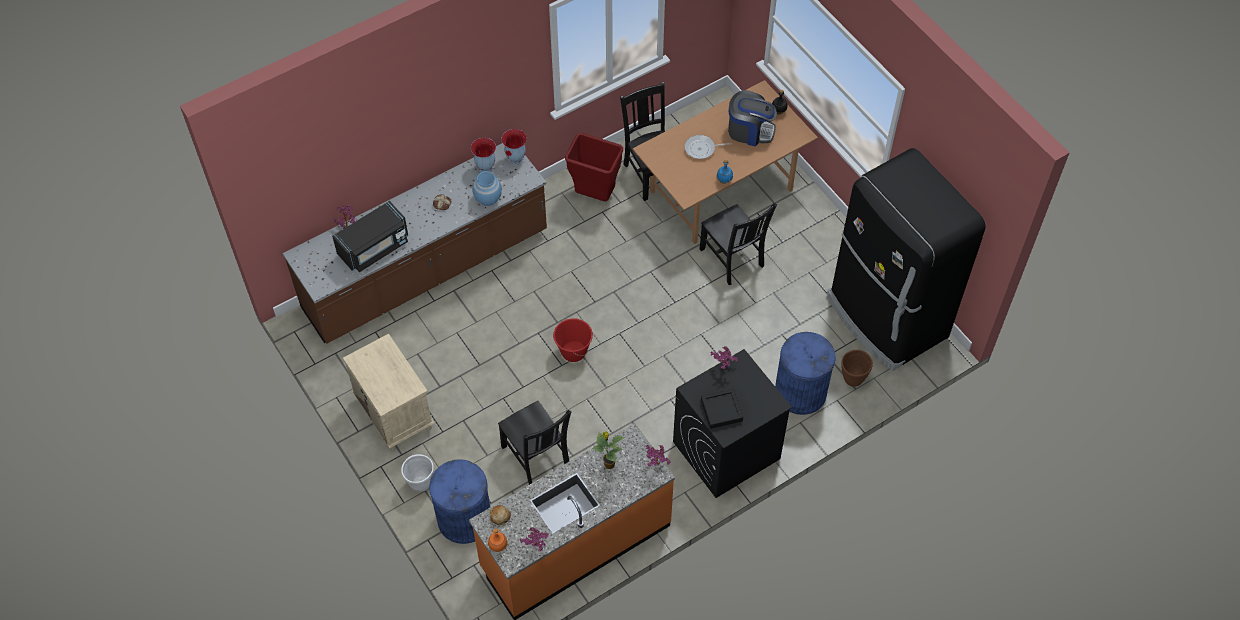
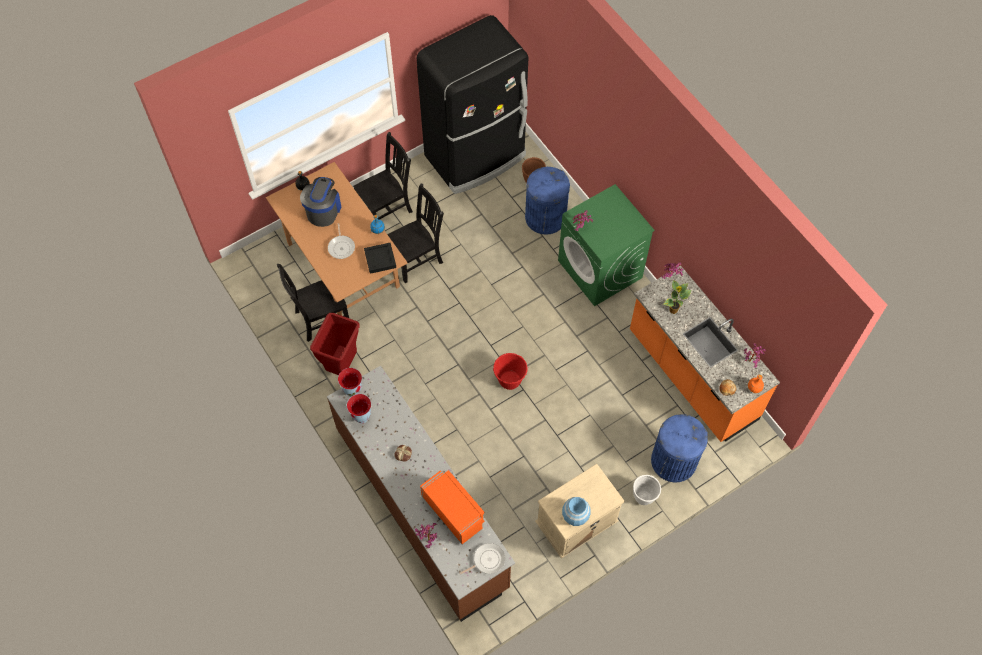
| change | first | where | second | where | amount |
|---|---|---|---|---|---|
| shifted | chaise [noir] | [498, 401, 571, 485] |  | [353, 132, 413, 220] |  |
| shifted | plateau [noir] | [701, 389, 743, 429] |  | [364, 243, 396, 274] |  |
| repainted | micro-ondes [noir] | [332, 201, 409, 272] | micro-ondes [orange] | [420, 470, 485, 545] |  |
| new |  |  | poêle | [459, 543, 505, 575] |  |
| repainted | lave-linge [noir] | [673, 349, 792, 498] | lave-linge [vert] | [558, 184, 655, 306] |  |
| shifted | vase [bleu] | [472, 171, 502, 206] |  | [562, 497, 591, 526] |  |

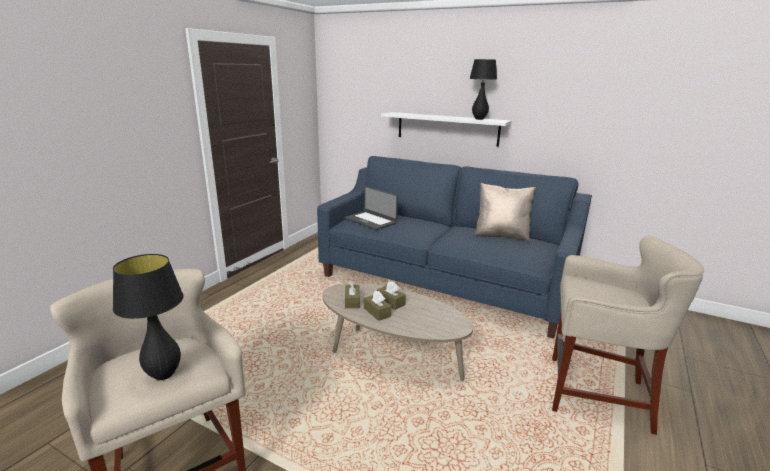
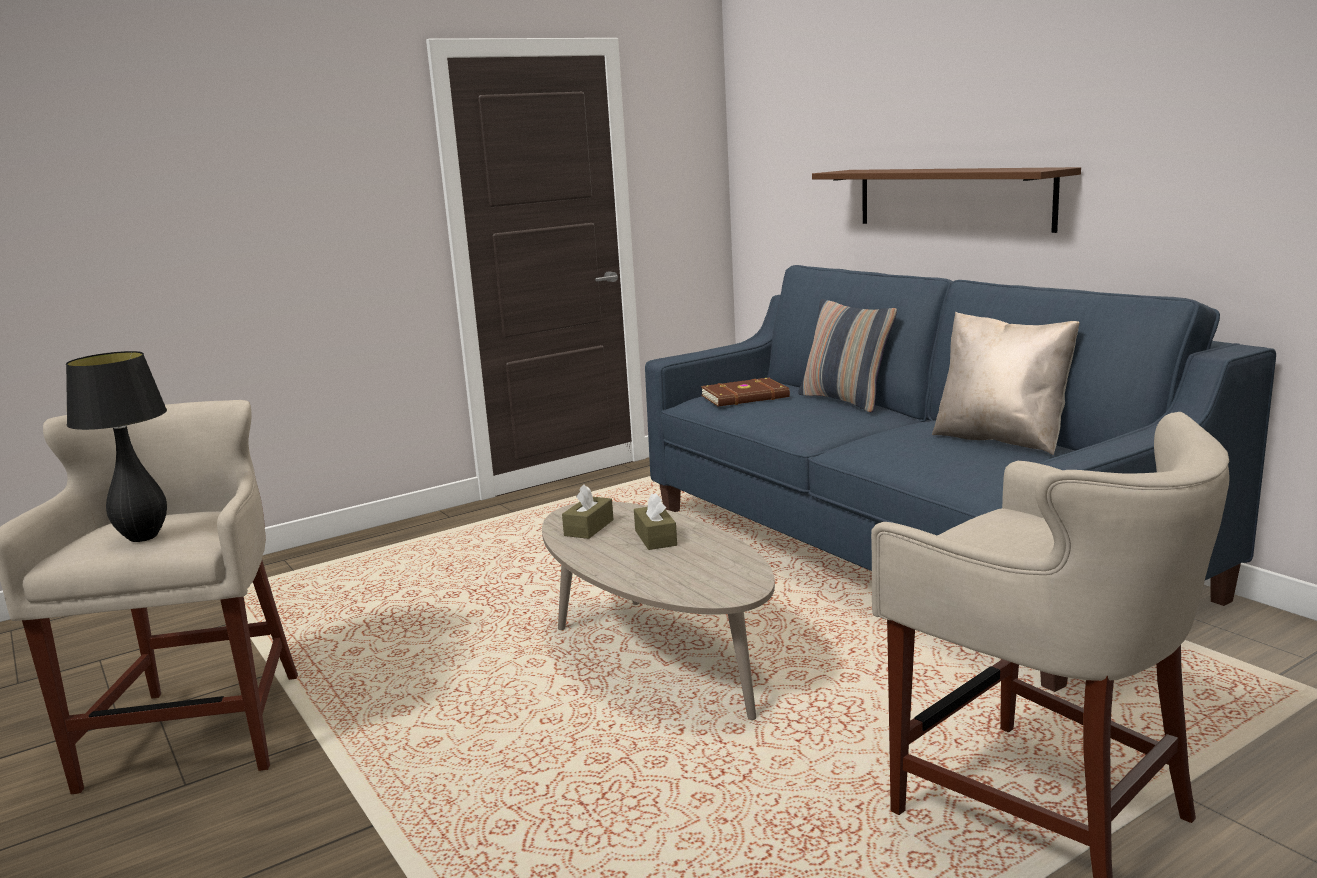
| change | first | where | second | where | amount |
|---|---|---|---|---|---|
| swapped | ordinateur portable | [345, 186, 398, 230] | livre [marron] | [701, 378, 790, 407] |  |
| new |  |  | coussin | [798, 299, 897, 412] |  |
| repainted | étagère [blanc] | [381, 112, 512, 147] | étagère [marron] | [812, 167, 1081, 233] |  |
| gone | boîte à mouchoirs [marron] | [364, 291, 391, 321] |  |  |  |
| gone | lampe de table [noir] | [470, 59, 497, 120] |  |  |  |

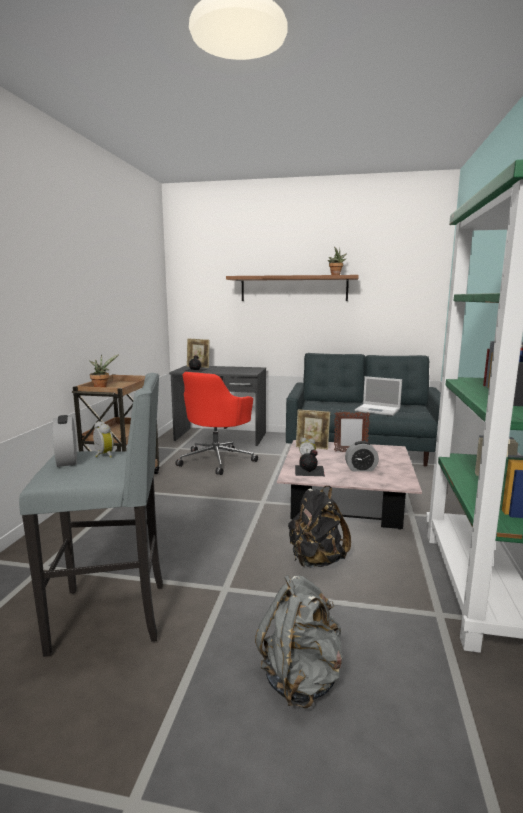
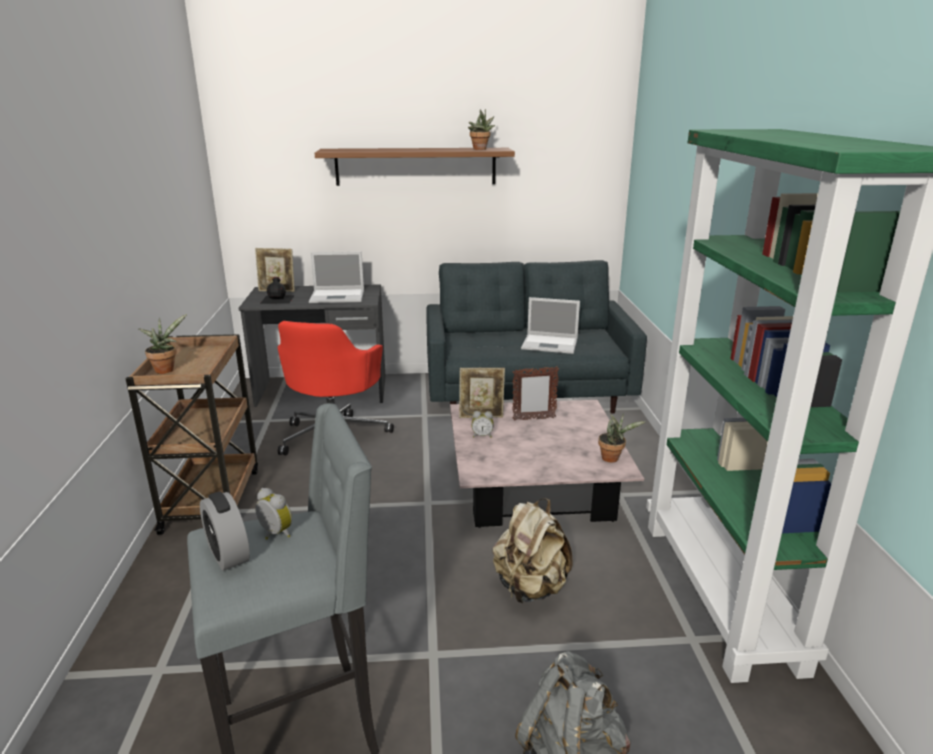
| change | first | where | second | where | amount |
|---|---|---|---|---|---|
| new |  |  | ordinateur portable | [309, 251, 364, 303] |  |
| repainted | sac à dos [noir] | [288, 486, 351, 568] | sac à dos [beige] | [492, 498, 572, 604] |  |
| new |  |  | plante en pot | [598, 413, 646, 463] |  |
| gone | bouteille [noir] | [295, 449, 325, 476] |  |  |  |
| gone | réveil | [345, 441, 379, 471] |  |  |  |

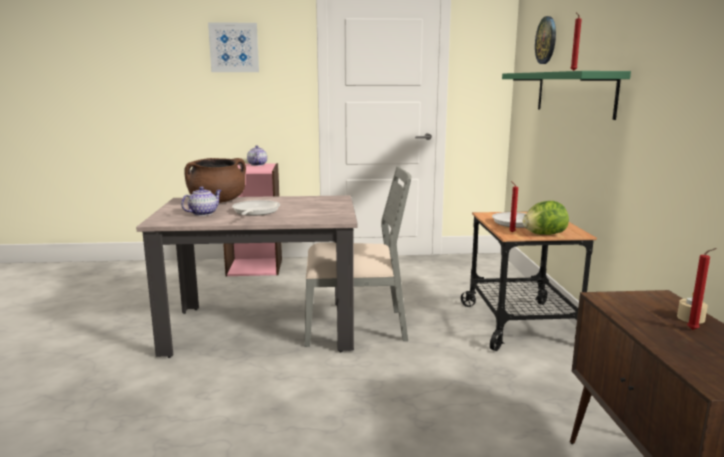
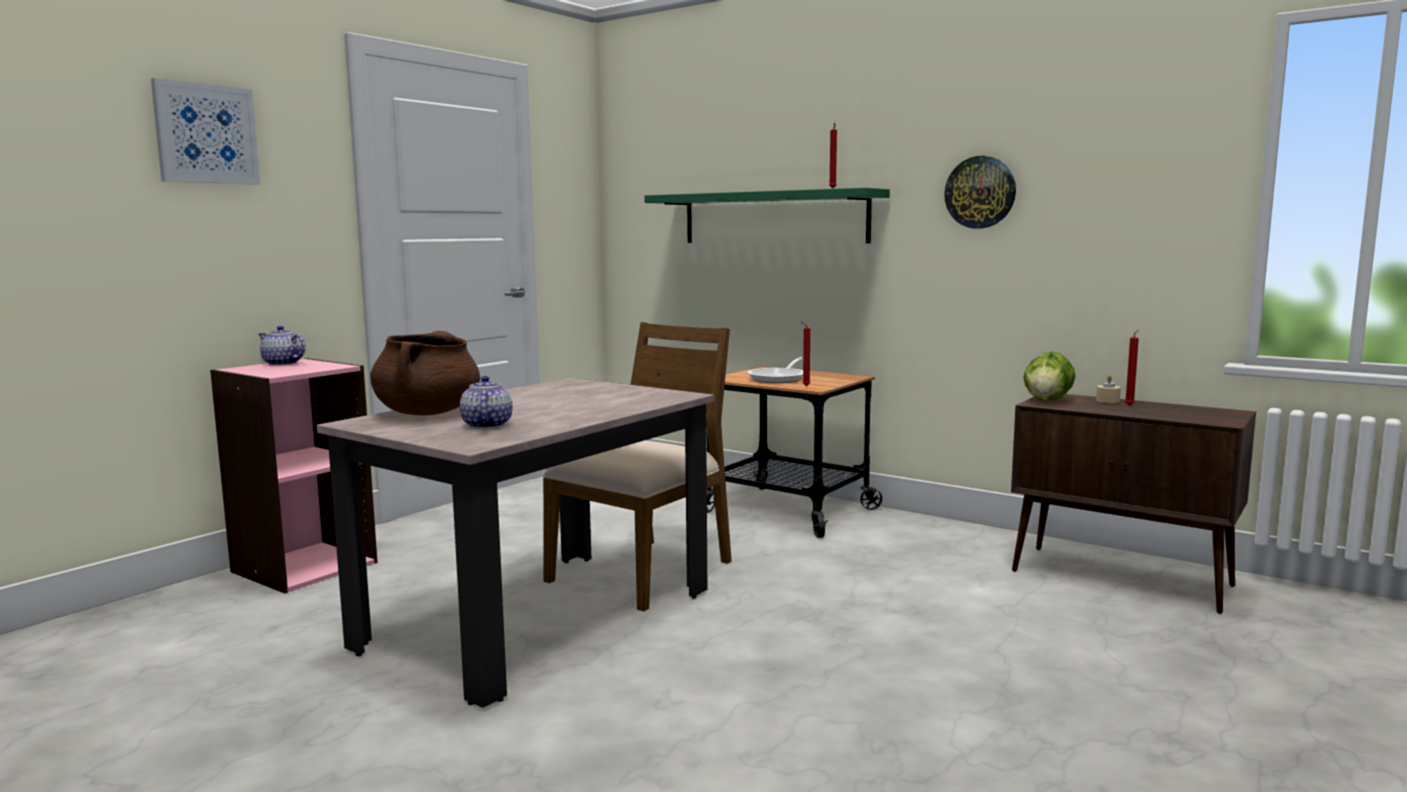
| change | first | where | second | where | amount |
|---|---|---|---|---|---|
| repainted | chaise [gris] | [305, 166, 412, 347] | chaise [marron] | [543, 322, 732, 611] |  |
| shifted | horloge murale | [535, 16, 556, 64] |  | [944, 156, 1016, 229] |  |
| shifted | laitue | [522, 201, 569, 235] |  | [1023, 351, 1076, 401] |  |
| gone | poêle | [232, 200, 280, 216] |  |  |  |

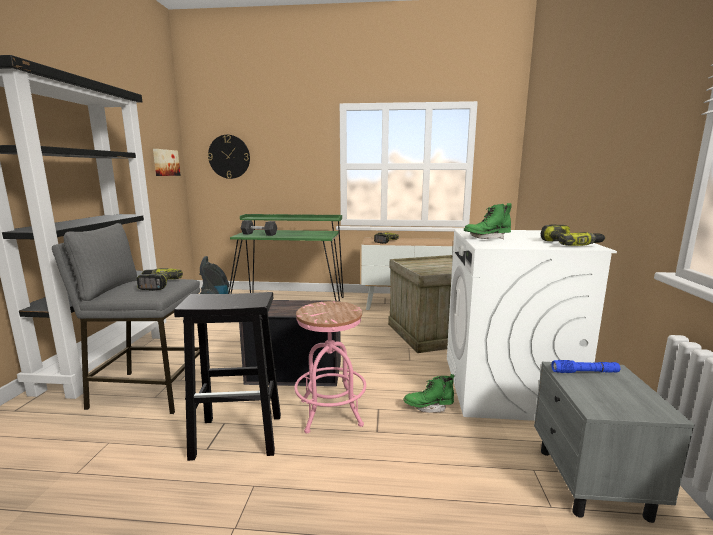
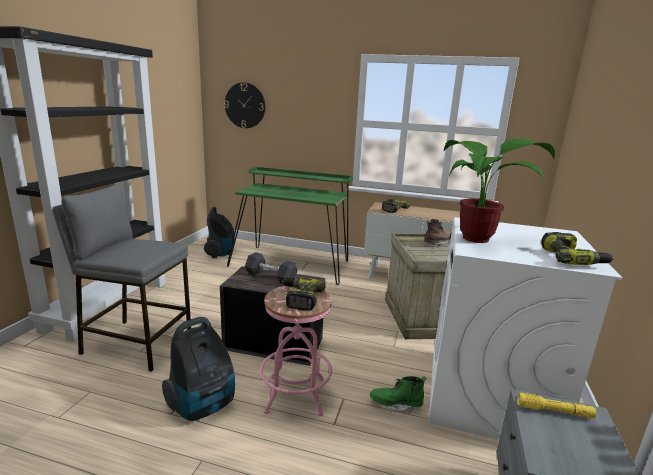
| change | first | where | second | where | amount |
|---|---|---|---|---|---|
| swapped | tabouret [noir] | [174, 292, 281, 461] | aspirateur | [162, 317, 235, 421] |  |
| shifted | haltère [gris] | [241, 220, 277, 236] |  | [245, 252, 297, 284] |  |
| shifted | perceuse | [137, 268, 183, 291] |  | [282, 278, 326, 311] |  |
| new |  |  | botte [marron] | [424, 219, 452, 248] |  |
| swapped | botte [vert] | [464, 203, 512, 239] | plante en pot | [444, 139, 555, 243] |  |
| repainted | lampe de poche [bleu] | [551, 360, 620, 373] | lampe de poche [jaune] | [517, 393, 596, 418] |  |
| gone | tableau | [153, 149, 181, 176] |  |  |  |

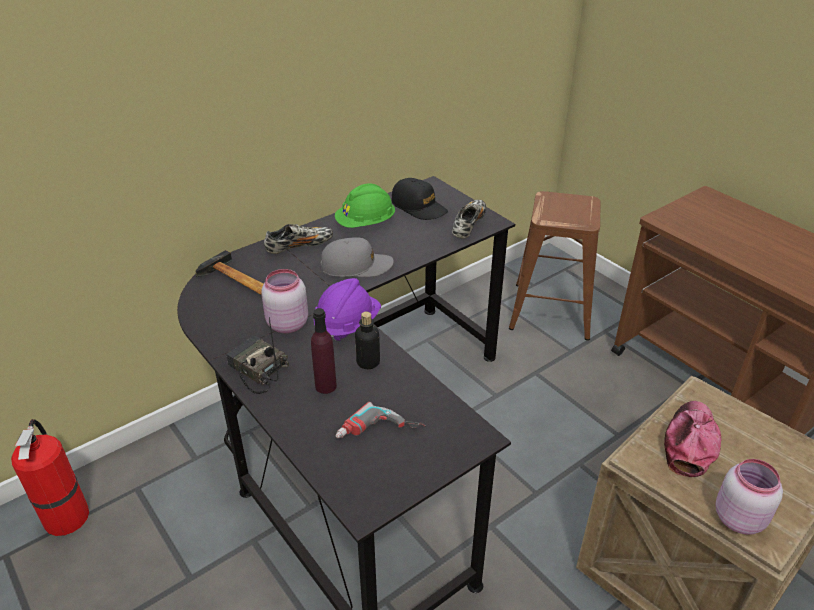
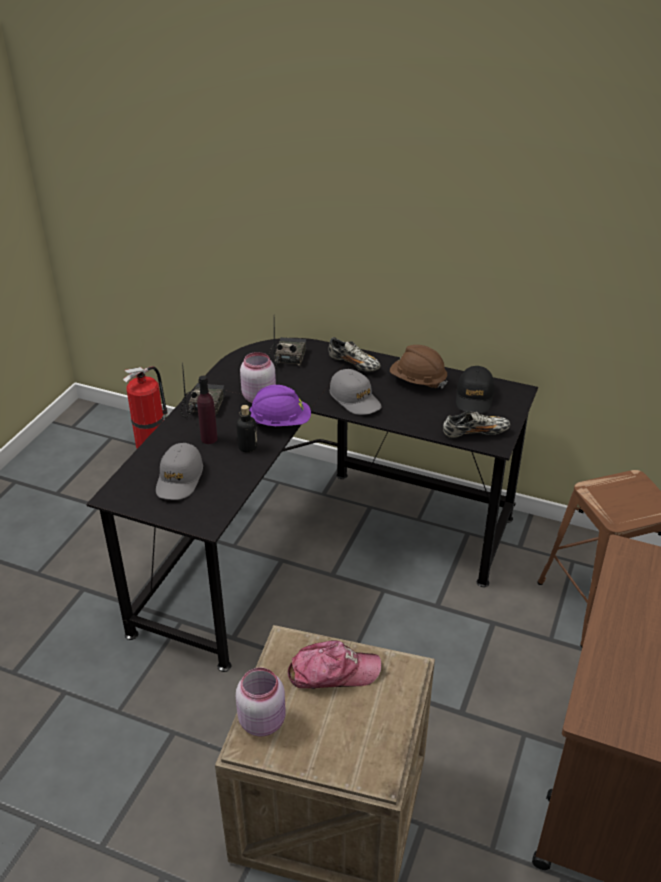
| change | first | where | second | where | amount |
|---|---|---|---|---|---|
| swapped | perceuse | [335, 402, 426, 438] | casquette [gris] | [156, 443, 203, 500] |  |
| swapped | marteau | [195, 250, 264, 295] | radio | [268, 321, 307, 366] |  |
| repainted | casque de chantier [vert] | [335, 183, 395, 228] | casque de chantier [marron] | [390, 345, 448, 388] |  |

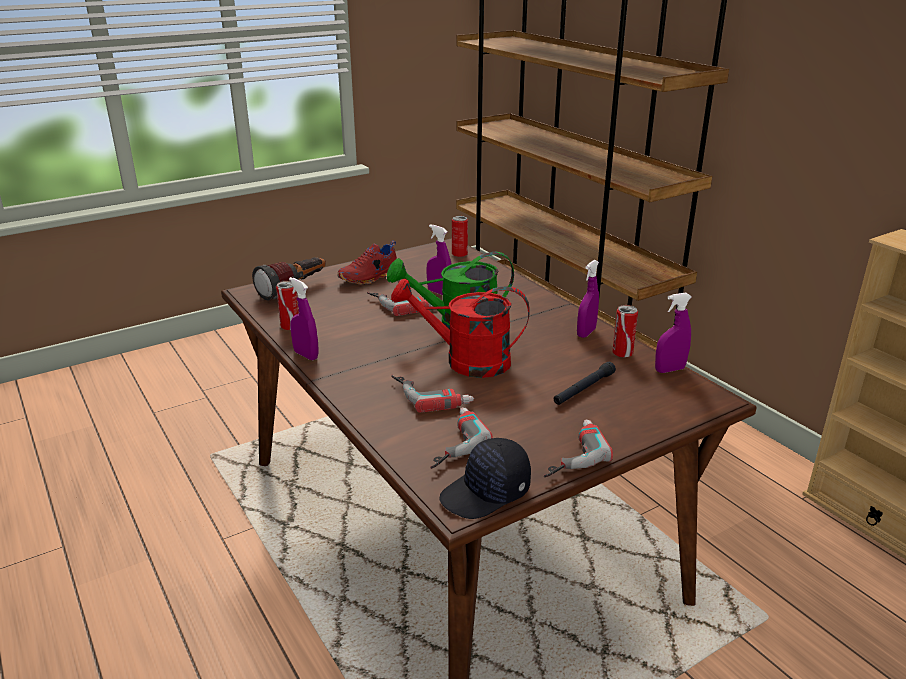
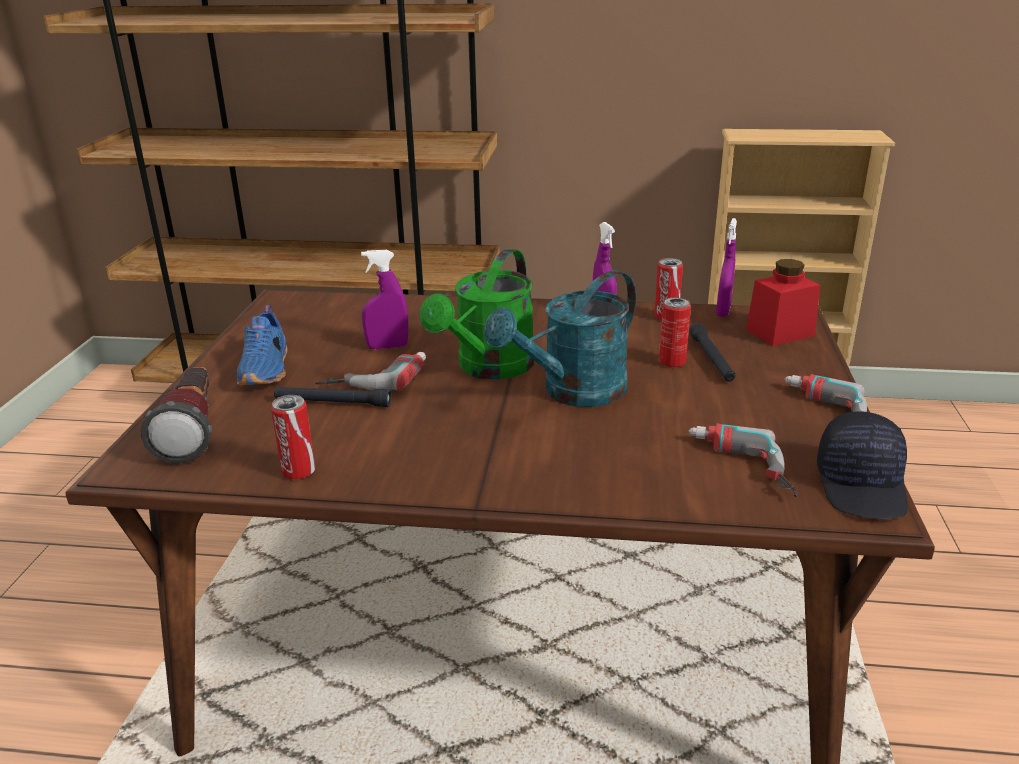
| change | first | where | second | where | amount |
|---|---|---|---|---|---|
| repainted | chaussure [rouge] | [338, 241, 397, 285] | chaussure [bleu] | [237, 305, 288, 385] |  |
| new |  |  | lampe de poche [noir] | [274, 387, 391, 407] |  |
| repainted | arrosoir [rouge] | [391, 279, 530, 378] | arrosoir [turquoise] | [484, 270, 636, 407] |  |
| shifted | boîte métallique | [452, 216, 468, 257] |  | [659, 298, 691, 367] |  |
| new |  |  | bocal [rouge] | [746, 259, 820, 346] |  |
| gone | vaporisateur [violet] | [289, 277, 319, 360] |  |  |  |
| gone | perceuse | [391, 374, 474, 413] |  |  |  |

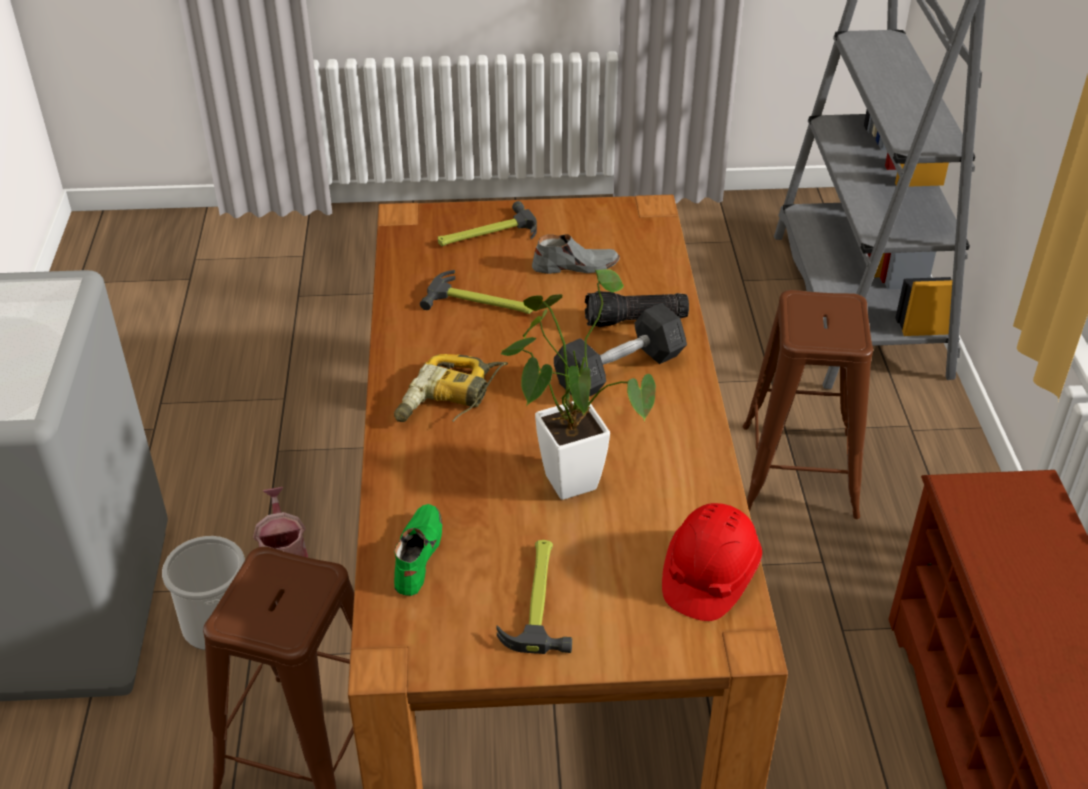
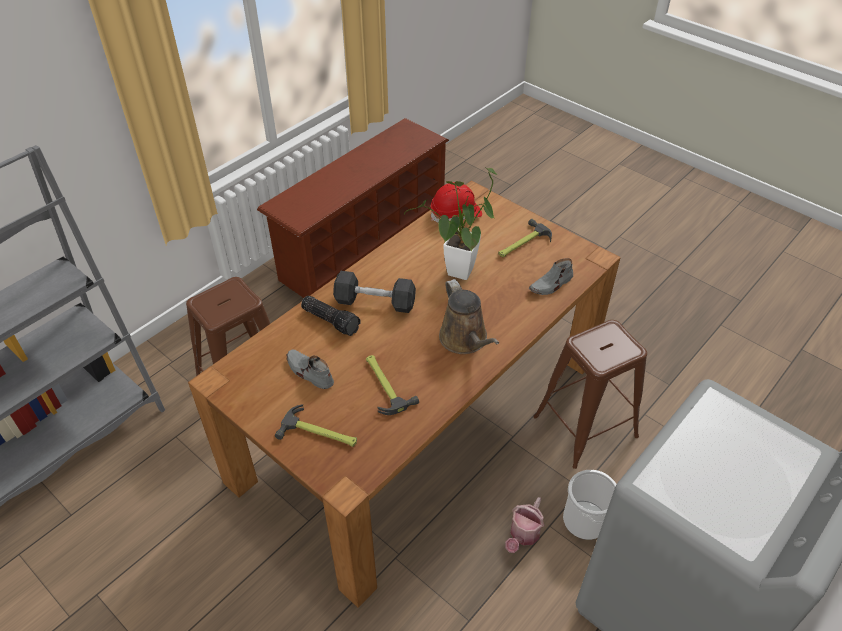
| change | first | where | second | where | amount |
|---|---|---|---|---|---|
| swapped | perceuse | [394, 354, 508, 422] | arrosoir [marron] | [439, 279, 499, 354] |  |
| repainted | chaussure [vert] | [394, 504, 442, 596] | chaussure [gris] | [529, 258, 573, 295] |  |

